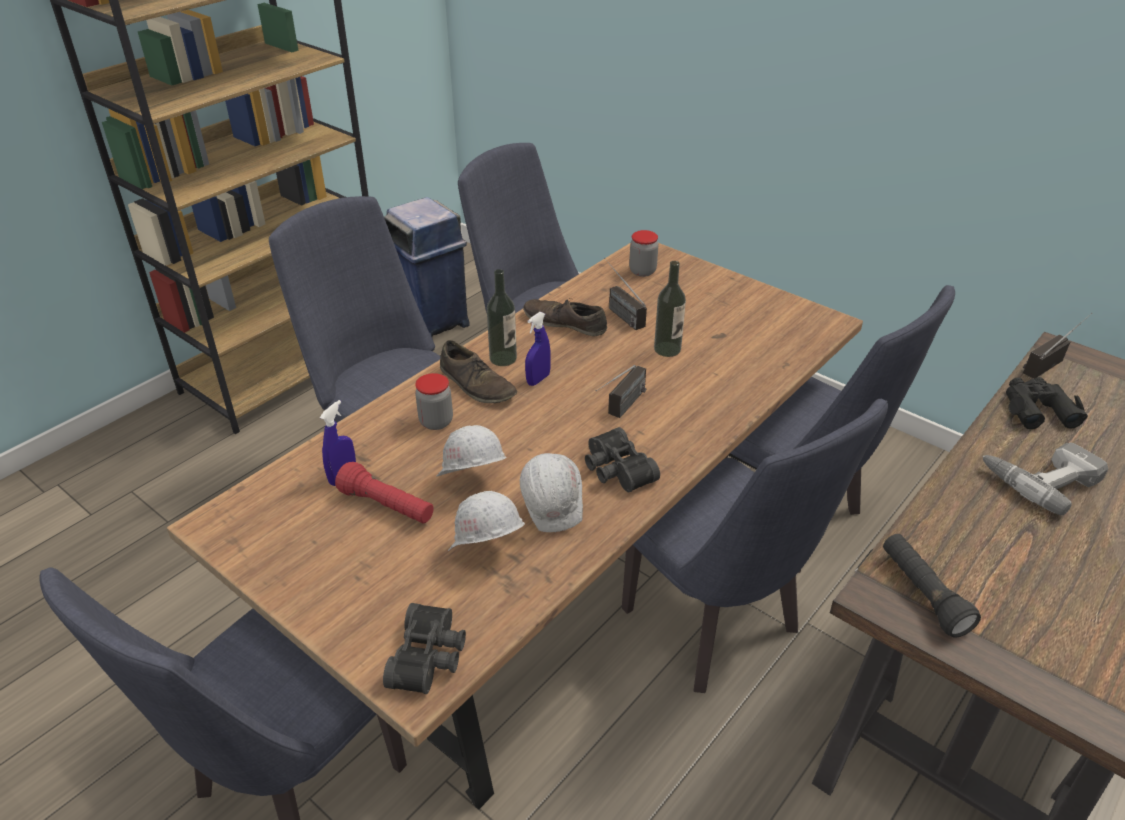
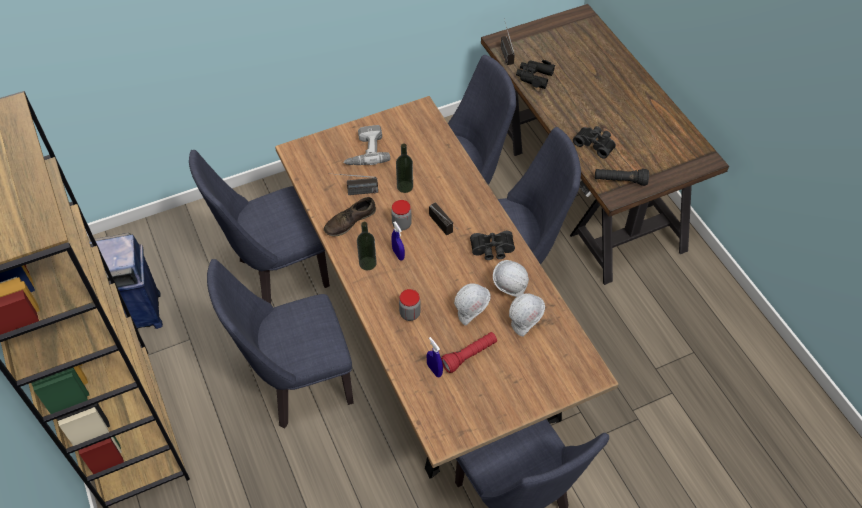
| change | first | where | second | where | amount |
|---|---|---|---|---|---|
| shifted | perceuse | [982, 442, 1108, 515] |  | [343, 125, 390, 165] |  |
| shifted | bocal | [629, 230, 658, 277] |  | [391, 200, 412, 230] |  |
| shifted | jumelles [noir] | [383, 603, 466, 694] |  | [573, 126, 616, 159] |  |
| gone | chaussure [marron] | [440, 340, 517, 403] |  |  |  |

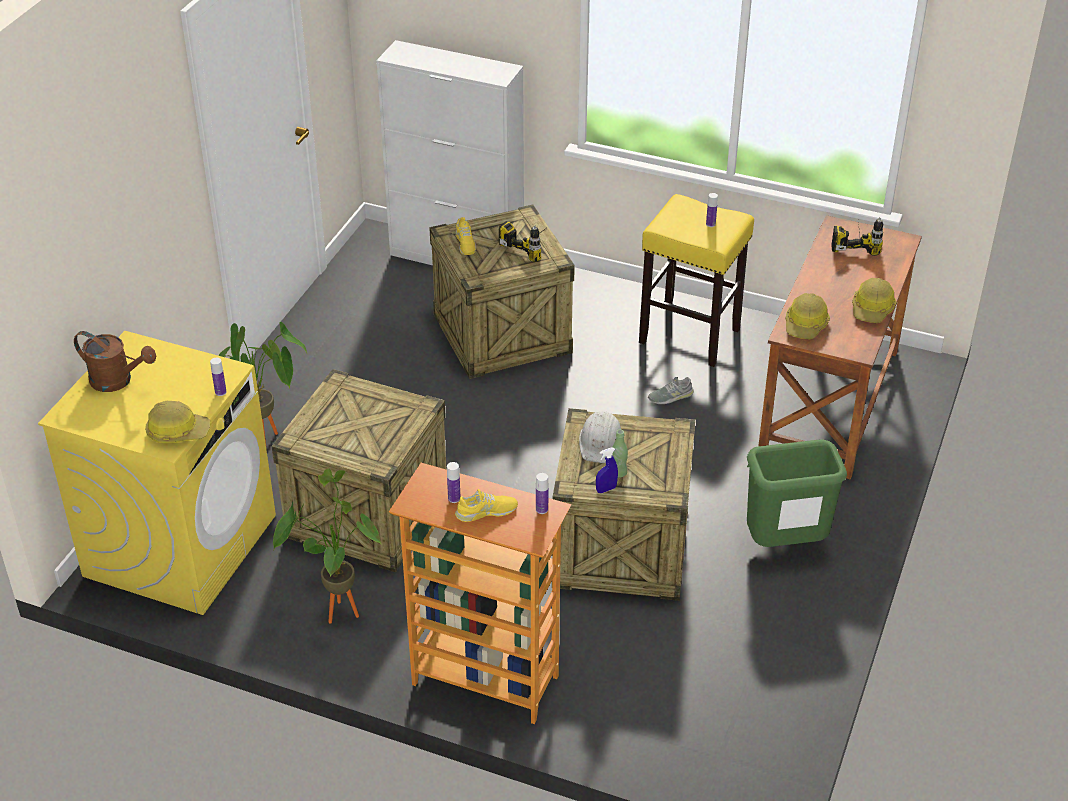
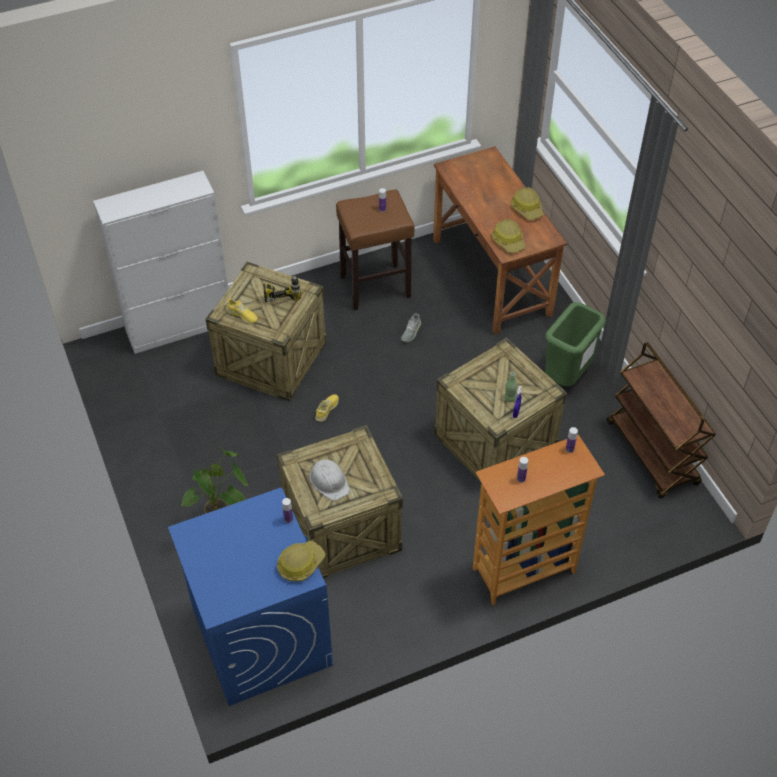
| change | first | where | second | where | amount |
|---|---|---|---|---|---|
| repainted | lave-linge [jaune] | [38, 331, 276, 615] | lave-linge [bleu] | [168, 488, 333, 706] |  |
| shifted | casque de chantier [blanc] | [579, 411, 621, 463] |  | [309, 459, 350, 501] |  |
| shifted | chaussure [jaune] | [455, 489, 518, 522] |  | [315, 394, 339, 422] |  |
| repainted | tabouret [jaune] | [639, 194, 754, 367] | tabouret [marron] | [336, 189, 415, 310] |  |
| new |  |  | chariot [marron] | [607, 342, 716, 499] |  |
| gone | arrosoir [marron] | [74, 331, 156, 392] |  |  |  |
| gone | plante en pot | [273, 468, 382, 623] |  |  |  |
| gone | perceuse | [831, 217, 884, 256] |  |  |  |

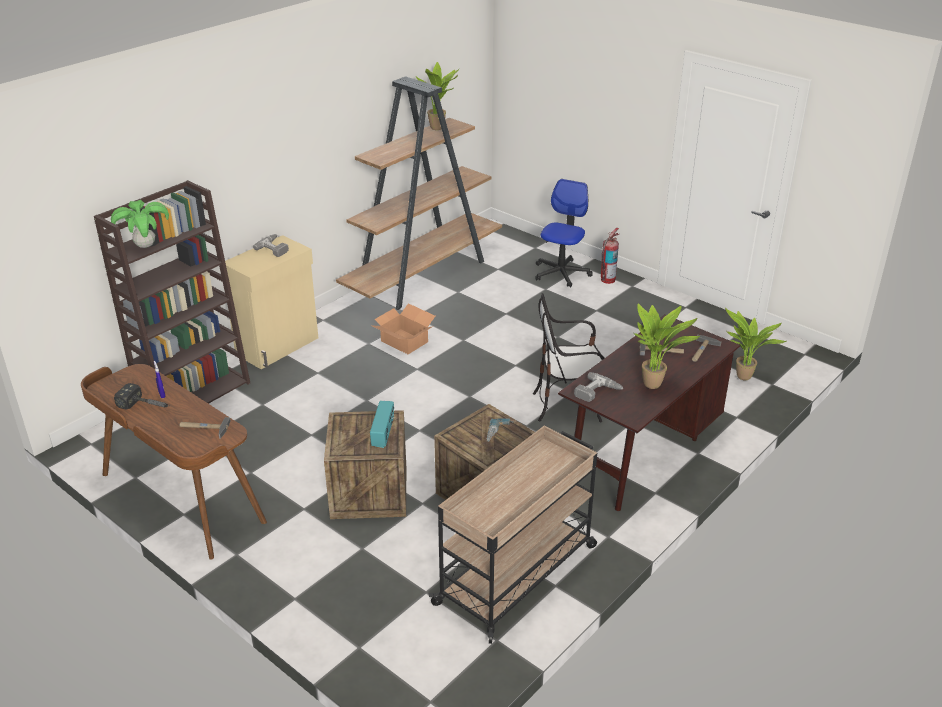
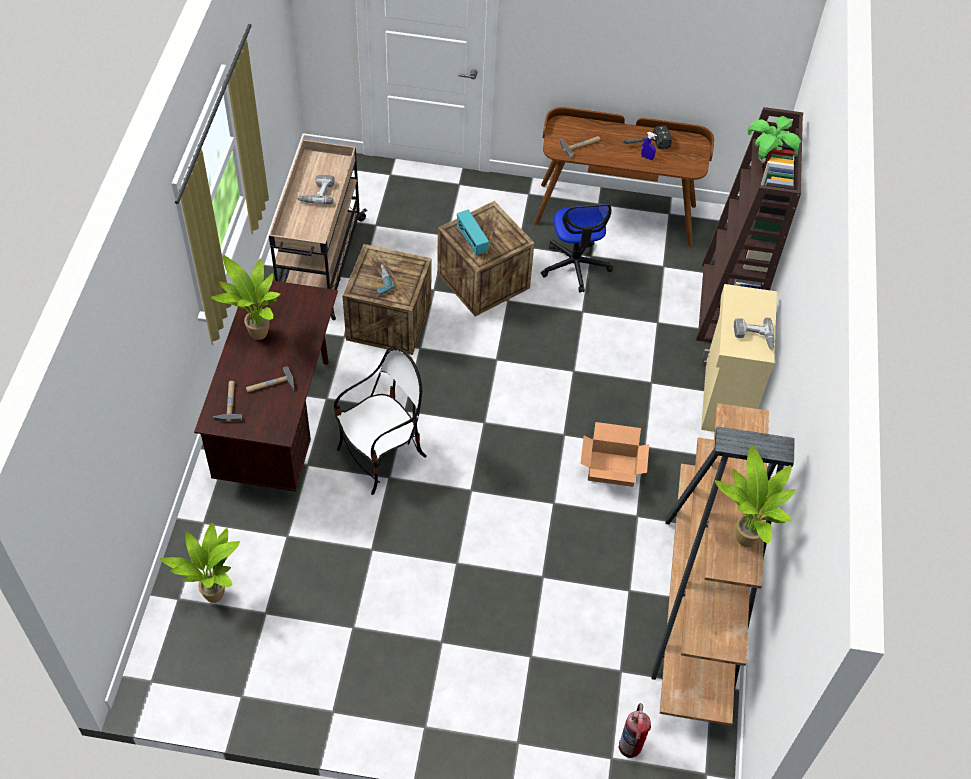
| change | first | where | second | where | amount |
|---|---|---|---|---|---|
| shifted | perceuse | [574, 372, 623, 402] |  | [297, 174, 334, 205] |  |
| shifted | chaise de bureau | [535, 179, 593, 287] |  | [541, 204, 613, 293] |  |
| shifted | extincteur | [601, 228, 620, 284] |  | [618, 703, 651, 758] |  |

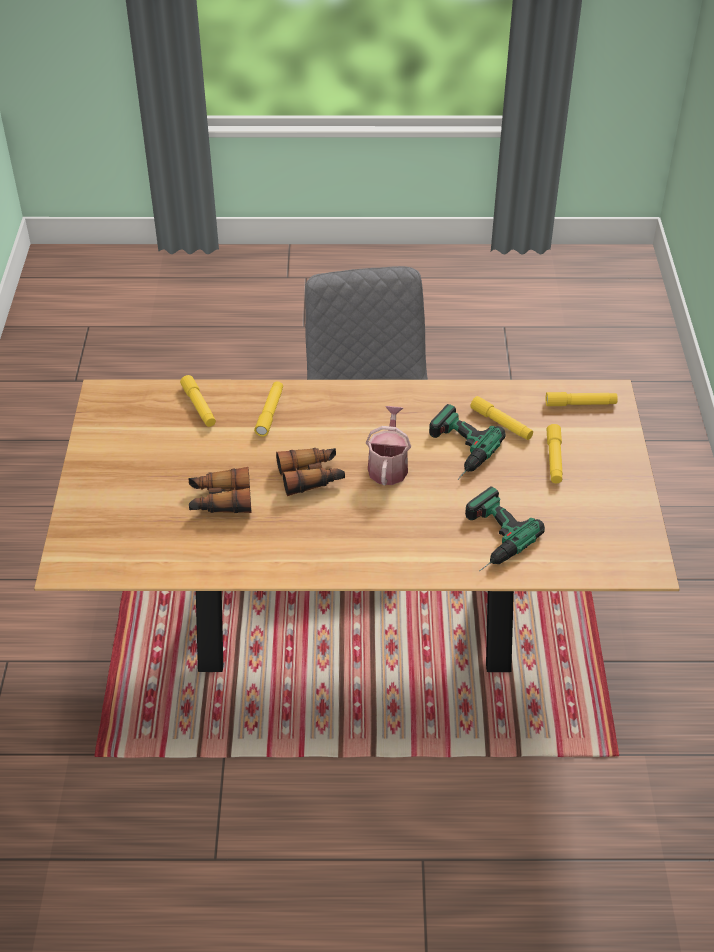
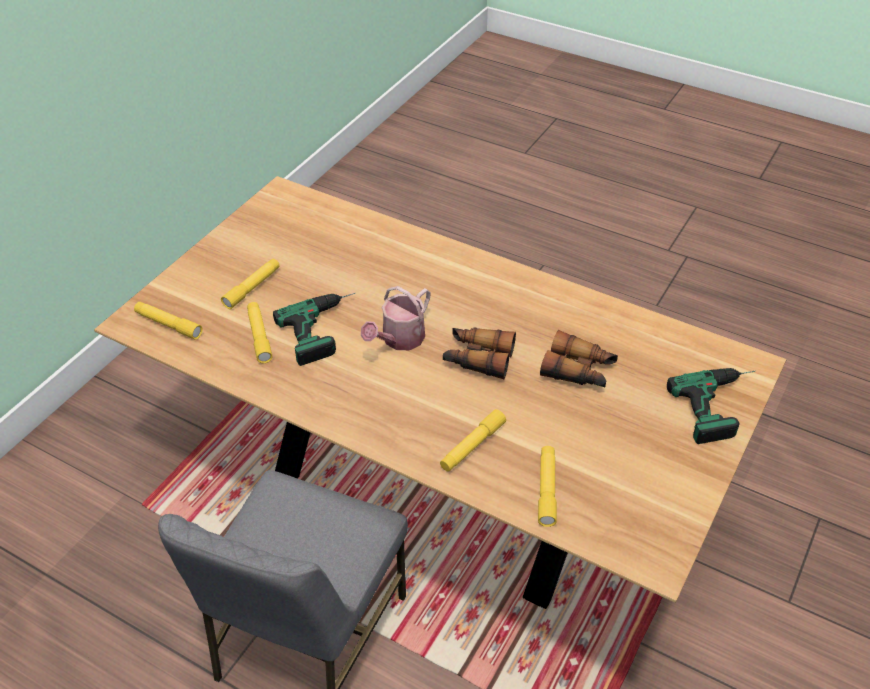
| change | first | where | second | where | amount |
|---|---|---|---|---|---|
| shifted | perceuse | [465, 487, 545, 571] |  | [667, 368, 755, 444] |  |

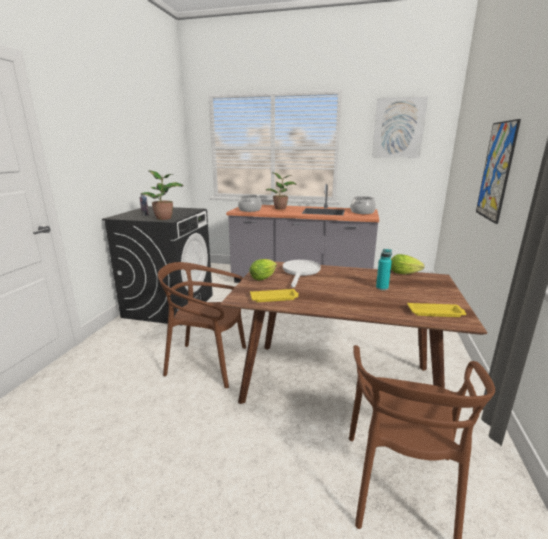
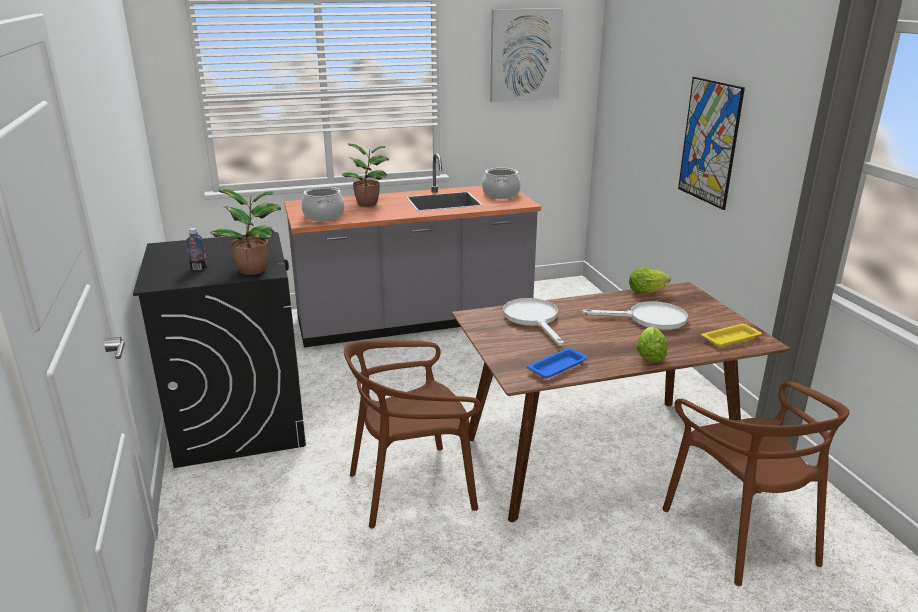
| change | first | where | second | where | amount |
|---|---|---|---|---|---|
| repainted | plateau [jaune] | [250, 289, 299, 302] | plateau [bleu] | [527, 348, 588, 379] |  |
| swapped | bouteille [turquoise] | [376, 249, 392, 290] | poêle [blanc] | [582, 301, 688, 330] |  |
| shifted | laitue | [249, 259, 277, 280] |  | [636, 327, 667, 362] |  |

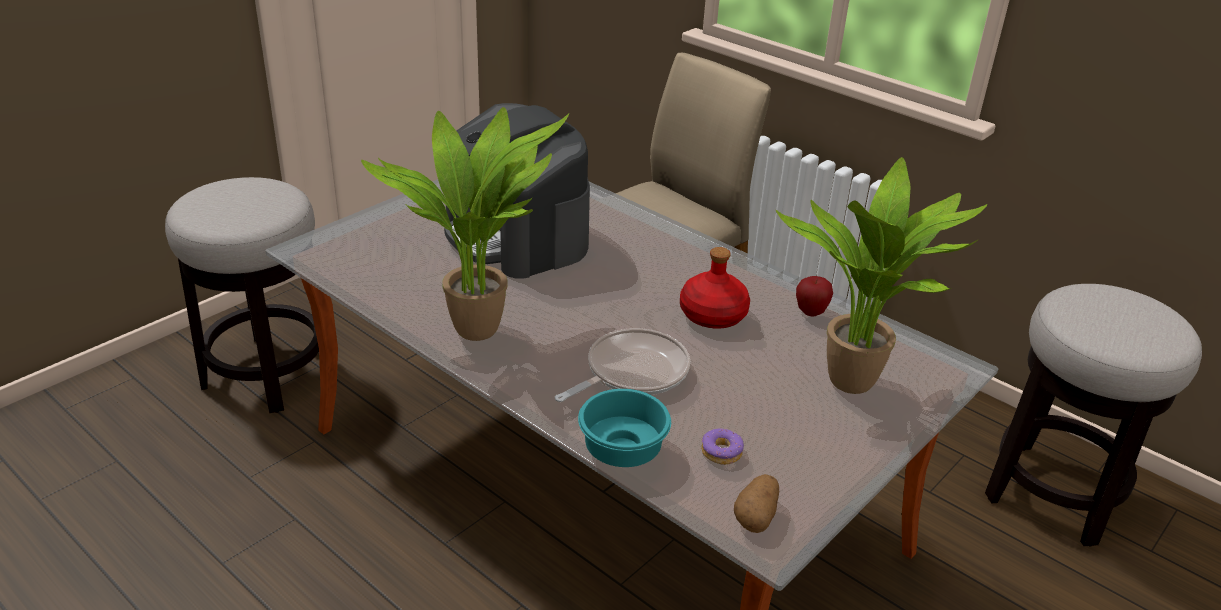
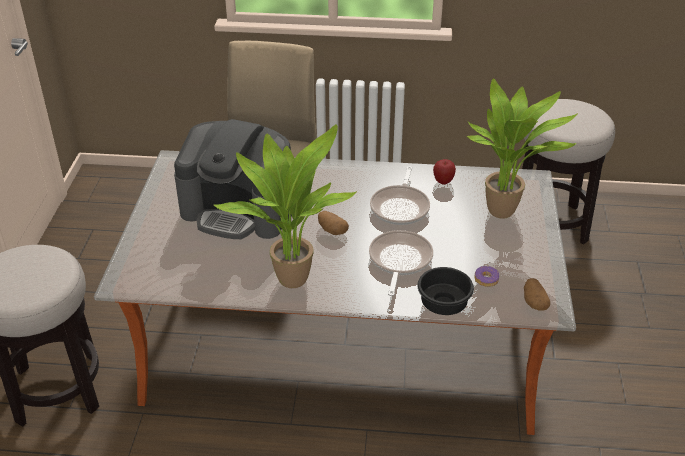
| change | first | where | second | where | amount |
|---|---|---|---|---|---|
| new |  |  | pomme de terre | [318, 211, 349, 235] |  |
| swapped | bouteille [rouge] | [680, 247, 750, 328] | poêle | [370, 166, 430, 225] |  |
| repainted | bol [turquoise] | [578, 389, 671, 467] | bol [noir] | [417, 267, 474, 315] |  |

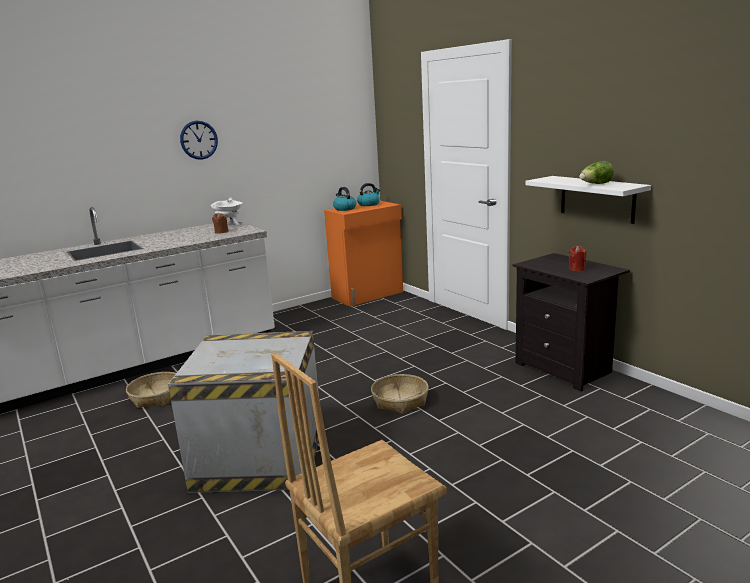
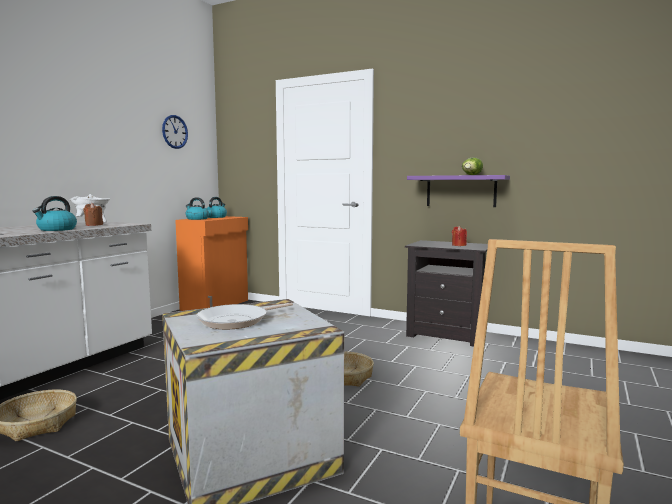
| change | first | where | second | where | amount |
|---|---|---|---|---|---|
| new |  |  | bouilloire | [33, 196, 77, 231] |  |
| shifted | horloge murale | [180, 121, 218, 160] |  | [162, 115, 188, 149] |  |
| new |  |  | poêle | [196, 303, 293, 329] |  |
| repainted | étagère [blanc] | [525, 176, 651, 224] | étagère [violet] | [407, 175, 510, 207] |  |

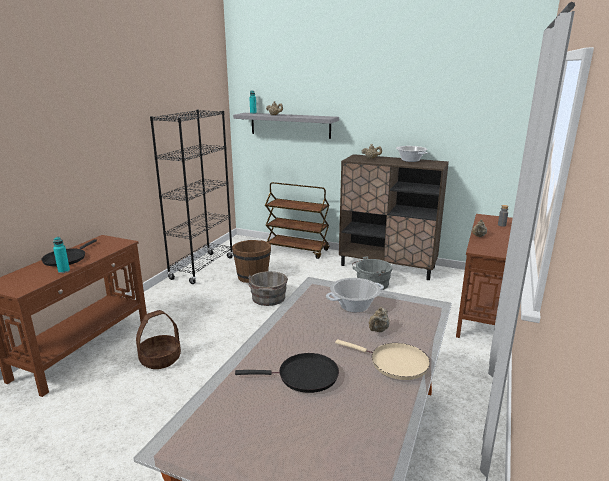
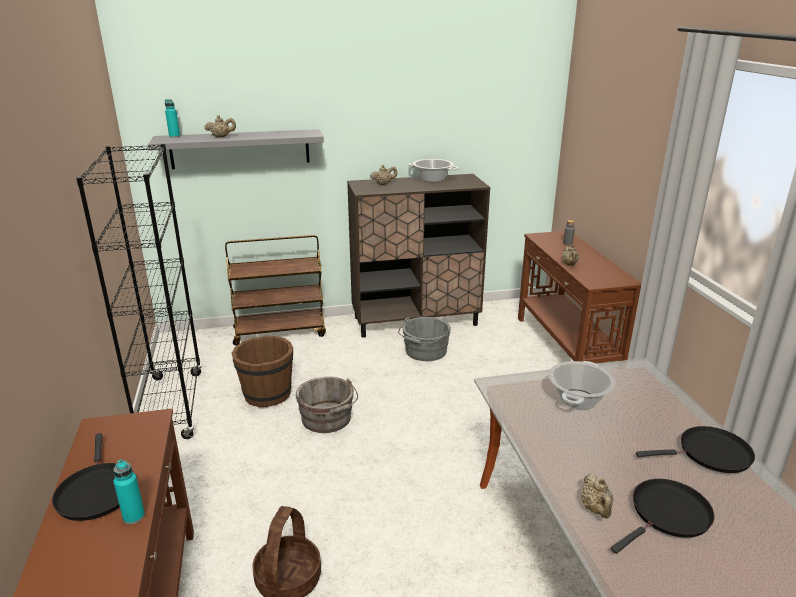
| change | first | where | second | where | amount |
|---|---|---|---|---|---|
| shifted | théière [beige] | [369, 307, 390, 332] |  | [581, 473, 613, 518] |  |
| repainted | poêle [beige] | [335, 339, 430, 380] | poêle [noir] | [636, 426, 755, 473] |  |

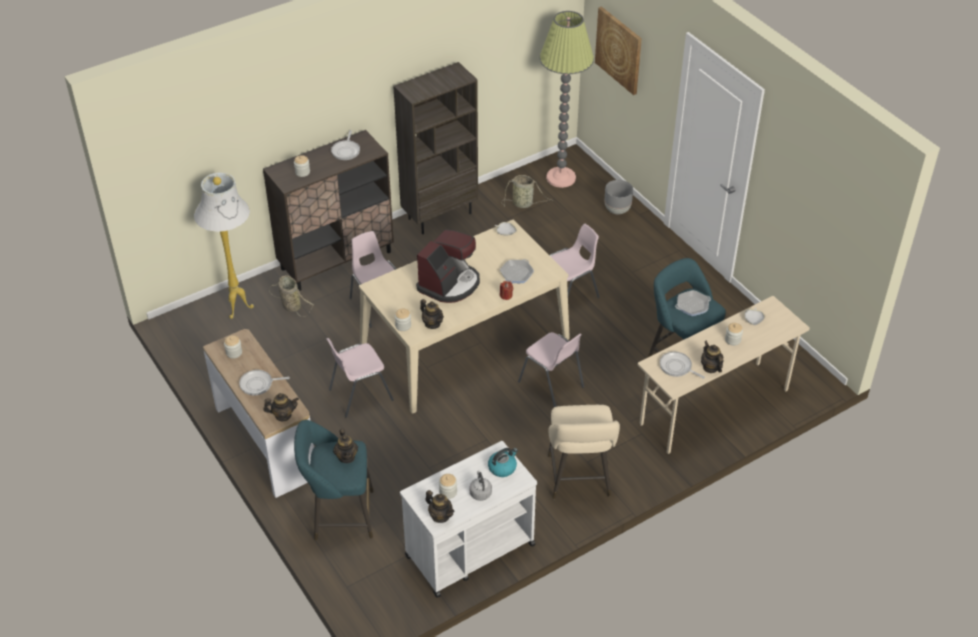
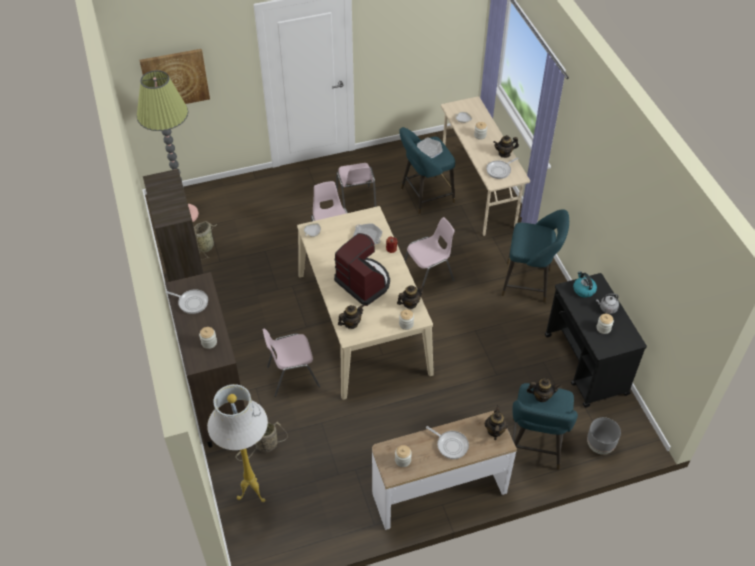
| change | first | where | second | where | amount |
|---|---|---|---|---|---|
| shifted | chaise [rose] | [327, 338, 394, 418] |  | [336, 163, 376, 208] |  |
| shifted | théière | [426, 490, 455, 523] |  | [338, 304, 364, 329] |  |
| rotated | poêle | [239, 370, 290, 395] |  | [426, 426, 469, 459] | 60 degrees counterclockwise |
| repainted | tabouret [beige] | [548, 405, 620, 499] | tabouret [turquoise] | [501, 209, 569, 303] |  |
| repainted | chariot [blanc] | [400, 441, 537, 598] | chariot [noir] | [545, 273, 647, 408] |  |
| shifted | cache-pot [gris] | [605, 180, 633, 214] |  | [587, 417, 621, 455] |  |

